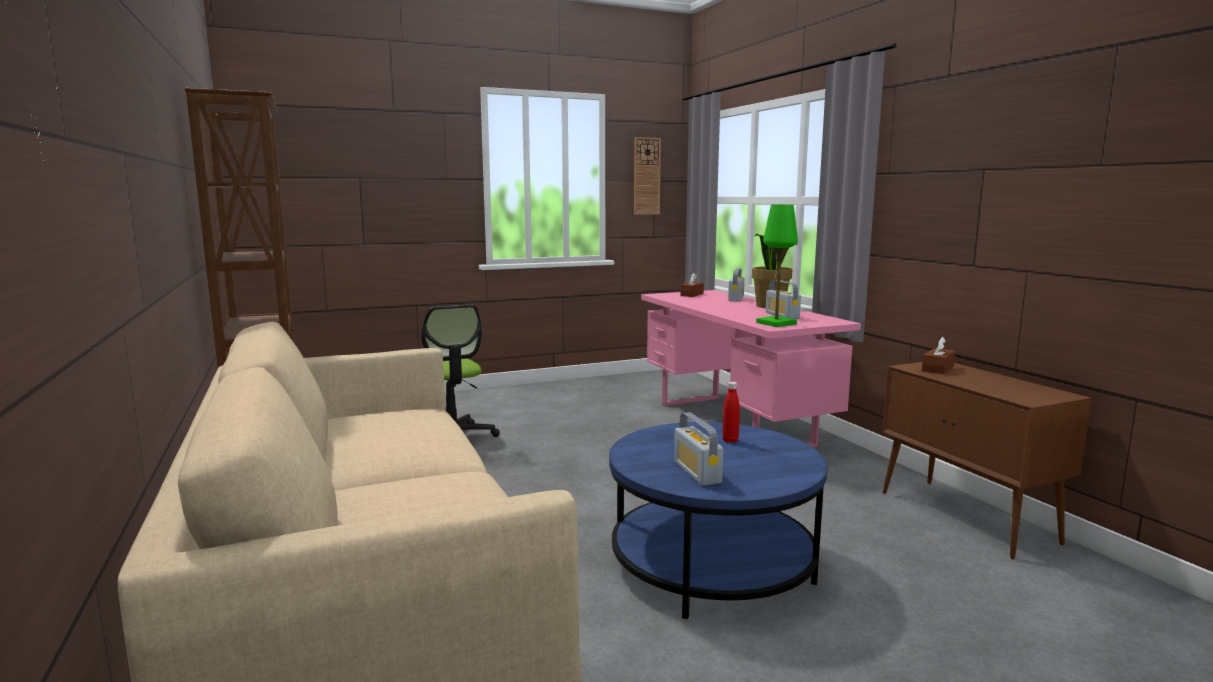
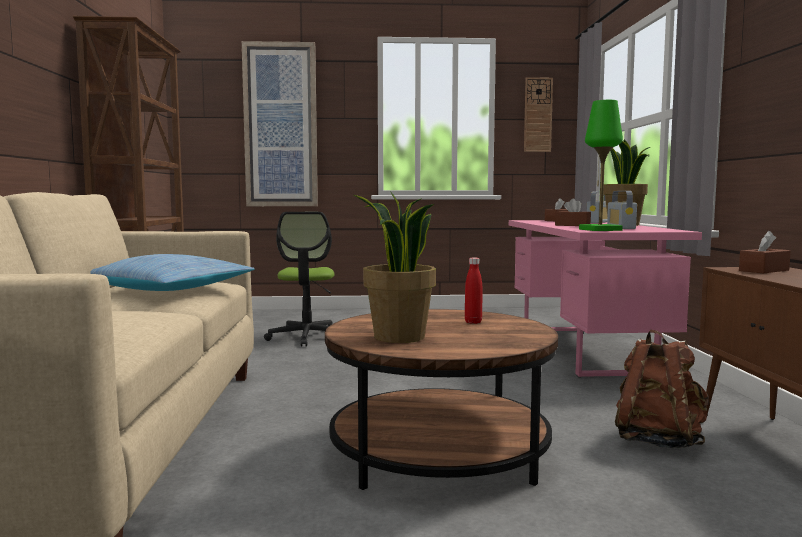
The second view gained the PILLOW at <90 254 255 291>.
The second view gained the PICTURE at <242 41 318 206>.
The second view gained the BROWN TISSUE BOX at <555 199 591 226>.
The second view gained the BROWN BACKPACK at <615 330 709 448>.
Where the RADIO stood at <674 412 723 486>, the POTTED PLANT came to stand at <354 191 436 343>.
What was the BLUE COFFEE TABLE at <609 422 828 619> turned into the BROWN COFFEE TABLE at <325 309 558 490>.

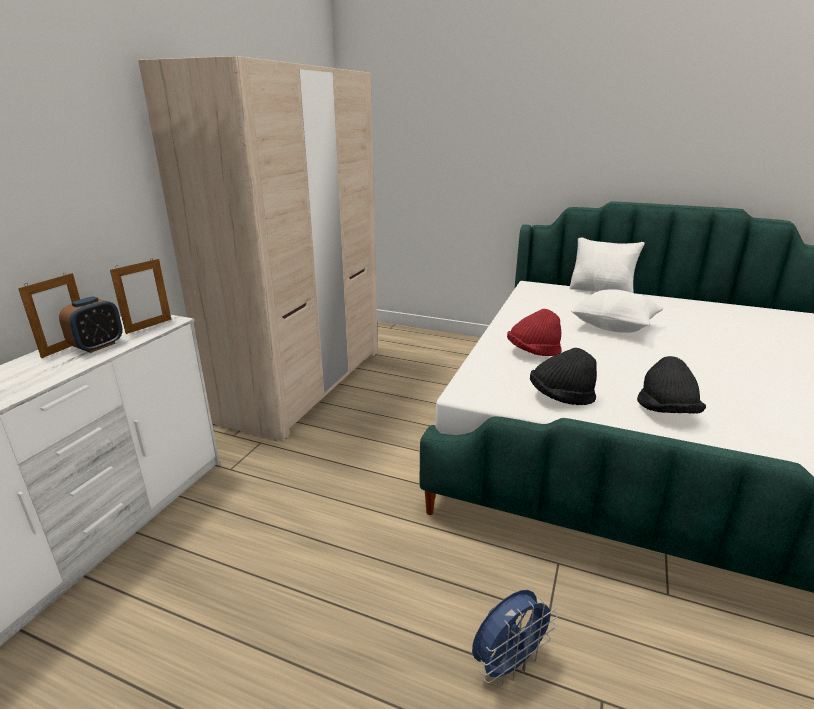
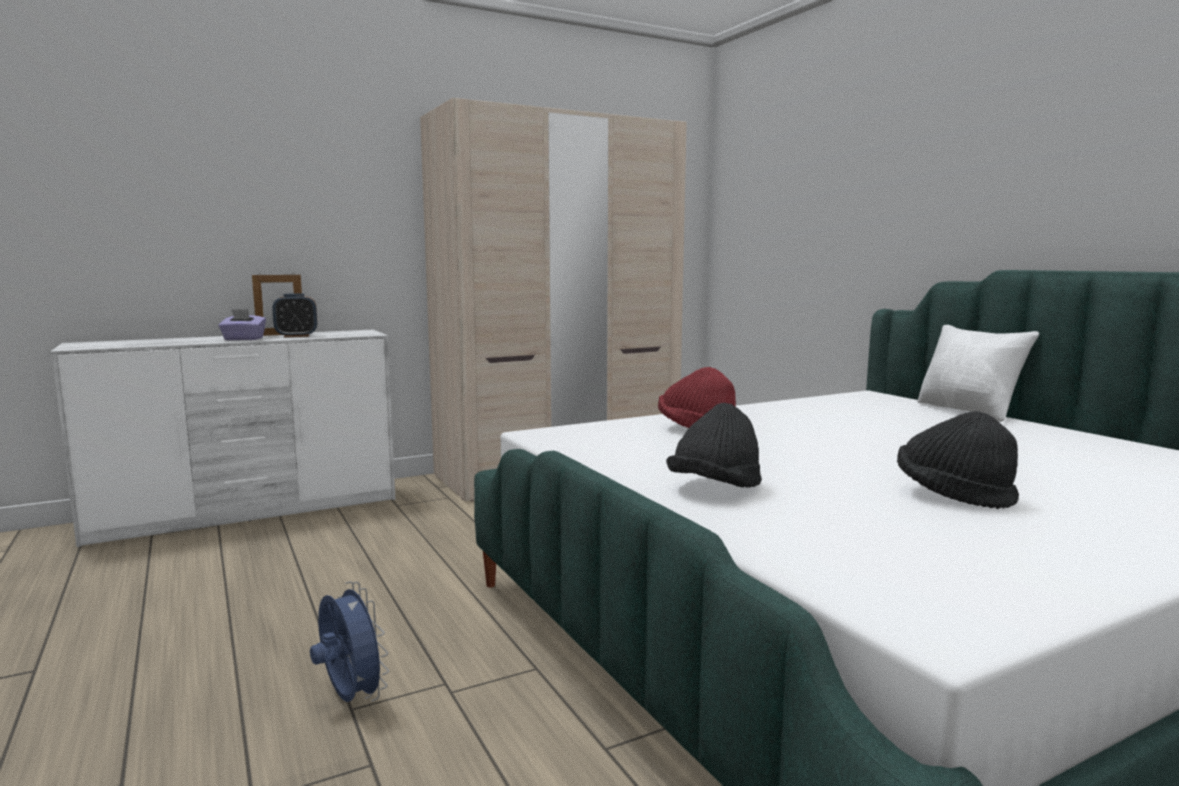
The second view lost the PICTURE FRAME at <110 258 171 334>.
The second view lost the WHITE PILLOW at <571 289 663 333>.
The second view gained the PURPLE TISSUE BOX at <219 309 266 340>.
The BLACK HAT ended up elsewhere, having gone from <530 348 597 405> to <897 411 1019 509>.
The BLUE FAN at <472 590 558 685> ended up facing another way, 135 degrees counterclockwise from before.

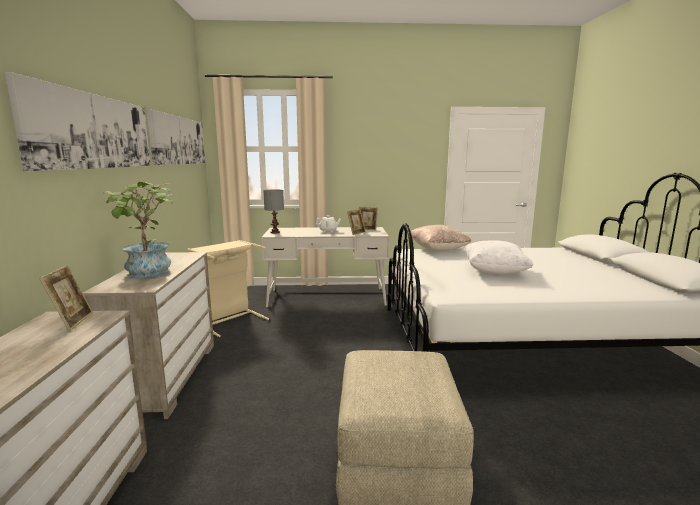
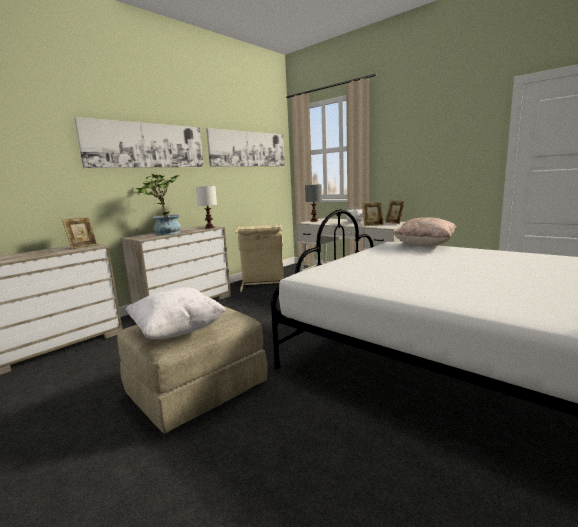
The second view gained the WHITE TABLE LAMP at <196 186 217 229>.
The WHITE PILLOW ended up elsewhere, having gone from <465 241 533 274> to <126 287 226 339>.

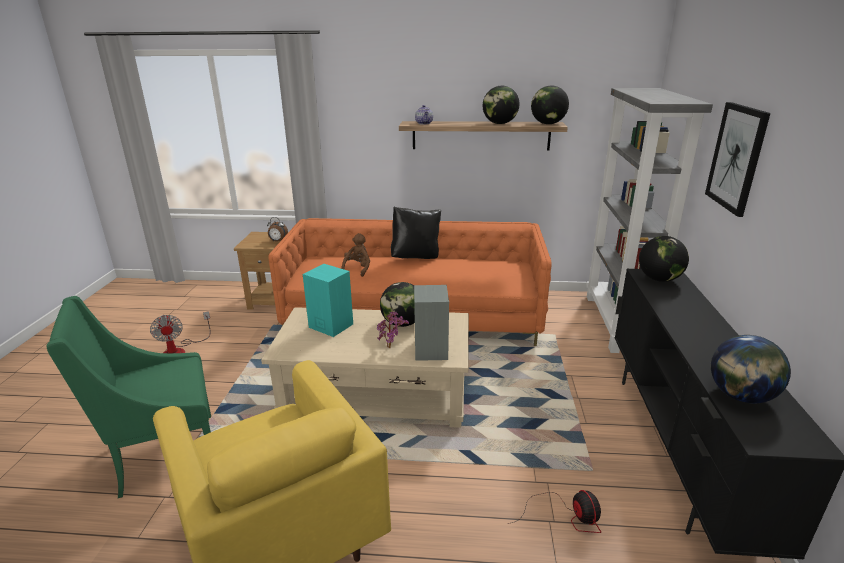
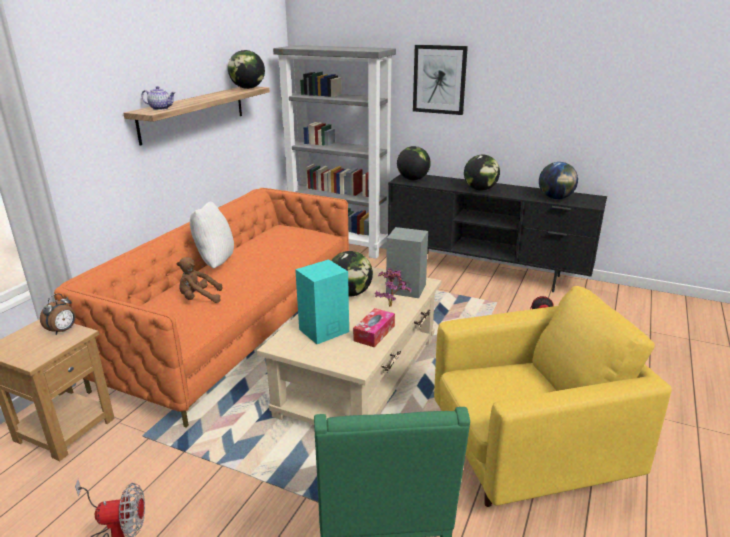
The second view gained the TISSUE BOX at <353 308 395 347>.
The GLOBE ended up elsewhere, having gone from <483 86 519 124> to <464 155 500 191>.
What was the BLACK PILLOW at <391 207 441 259> turned into the WHITE PILLOW at <190 202 234 268>.
The BROWN PLUSH TOY at <341 233 370 277> ended up facing another way, 45 degrees counterclockwise from before.

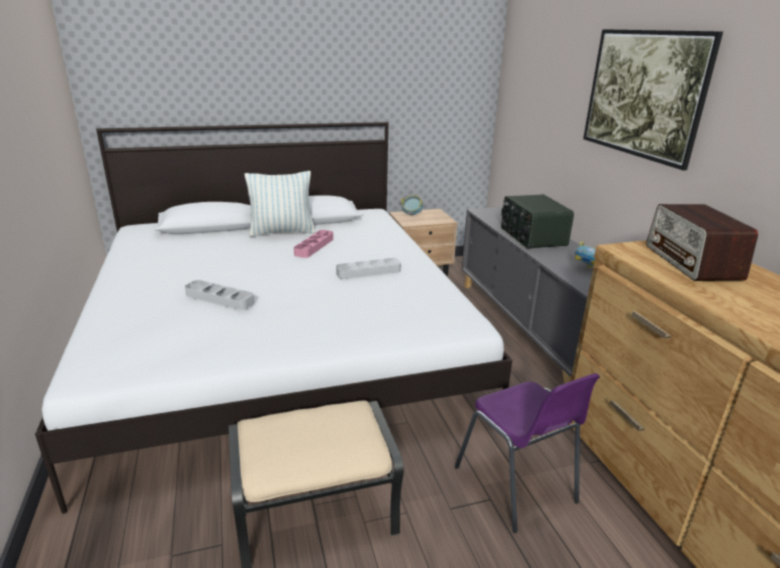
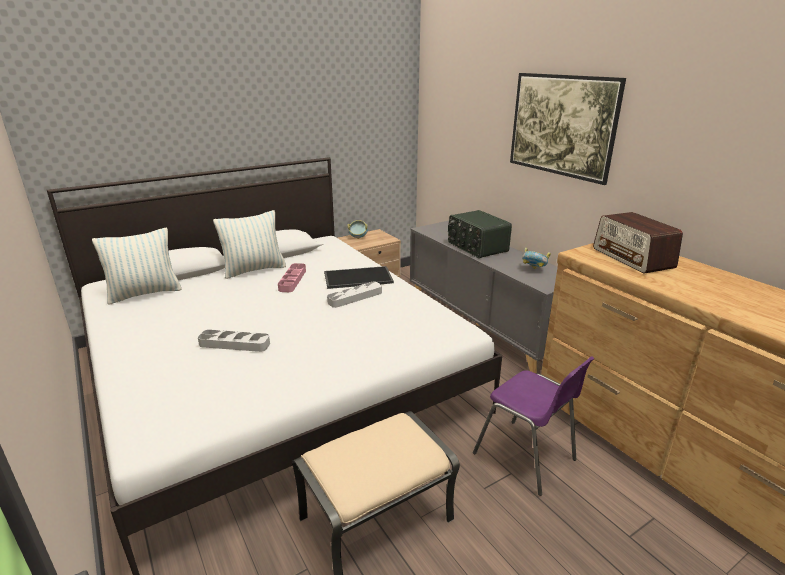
The second view gained the PILLOW at <92 228 182 305>.
The second view gained the TRAY at <324 266 394 289>.

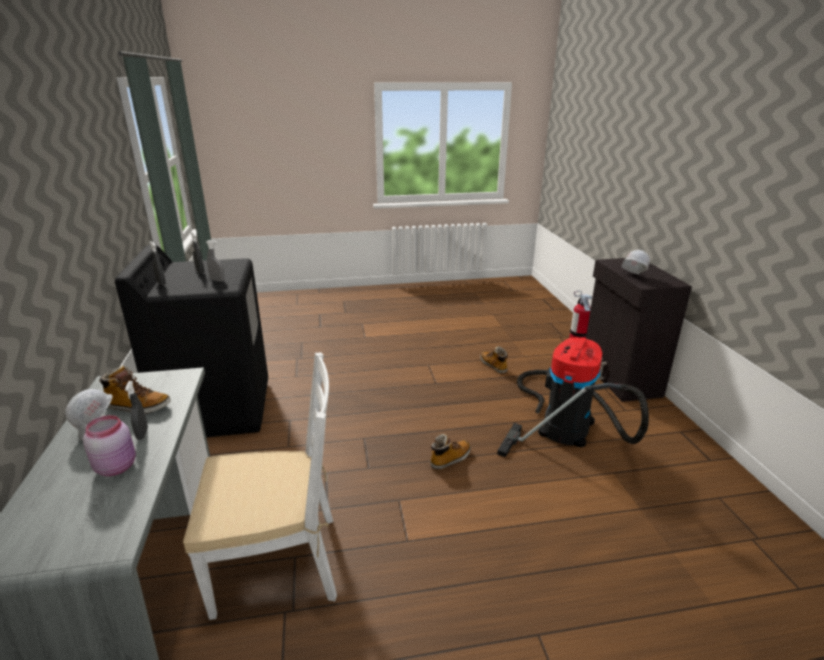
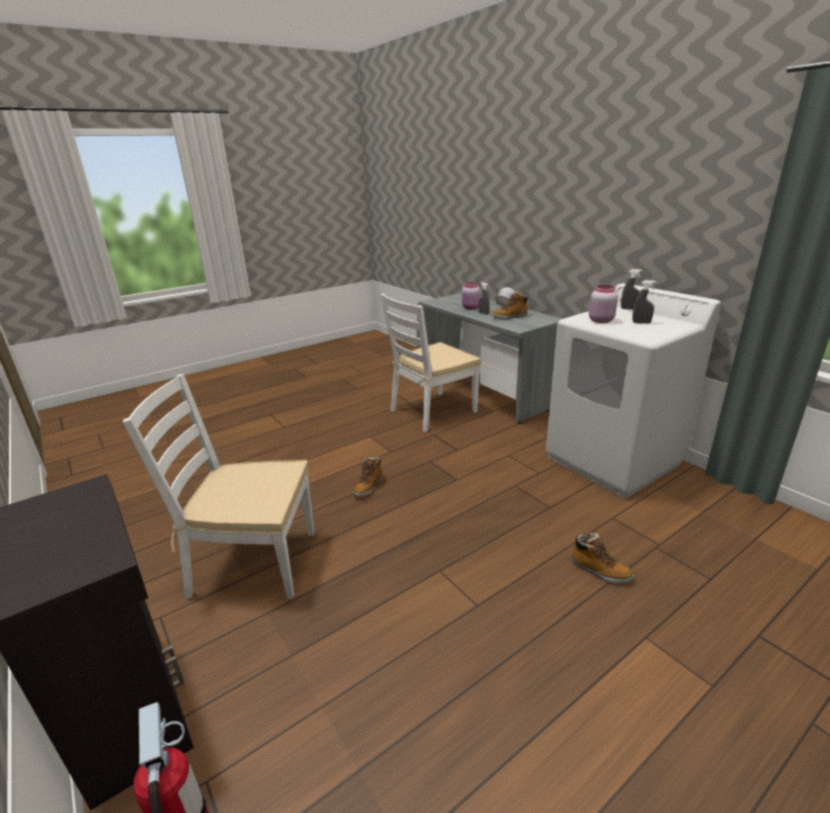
The second view lost the WHITE HARD HAT at <622 250 650 274>.
The BOOT ended up elsewhere, having gone from <480 346 508 374> to <571 533 634 583>.
Where the GREY SPRAY BOTTLE stood at <206 240 225 282>, the PINK JAR came to stand at <589 285 618 323>.
Where the VACUUM CLEANER stood at <497 337 649 457>, the WHITE CHAIR came to stand at <123 374 314 599>.
What was the BLACK WASHING MACHINE at <115 245 268 437> turned into the WHITE WASHING MACHINE at <546 283 721 498>.

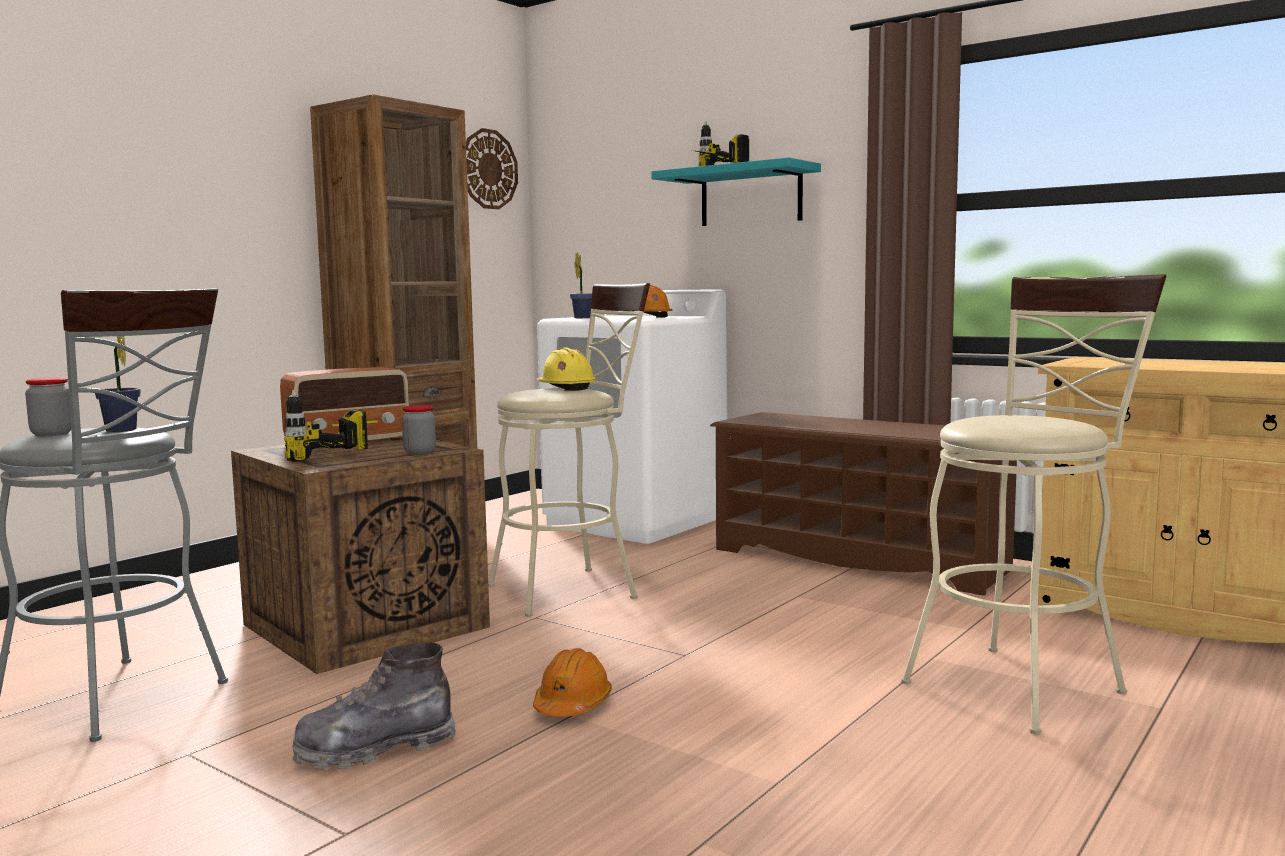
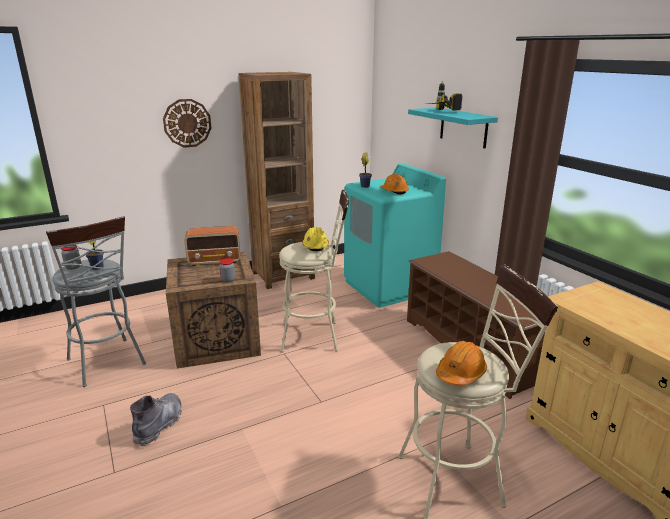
The second view lost the POWER DRILL at <284 390 368 462>.
The WALL CLOCK ended up elsewhere, having gone from <466 128 518 209> to <163 99 211 148>.
The ORANGE HARD HAT ended up elsewhere, having gone from <533 648 612 716> to <436 341 487 386>.
What was the WHITE WASHING MACHINE at <537 289 727 544> turned into the TURQUOISE WASHING MACHINE at <344 163 446 308>.
The GREY BOOT at <292 642 456 770> ended up facing another way, 105 degrees clockwise from before.

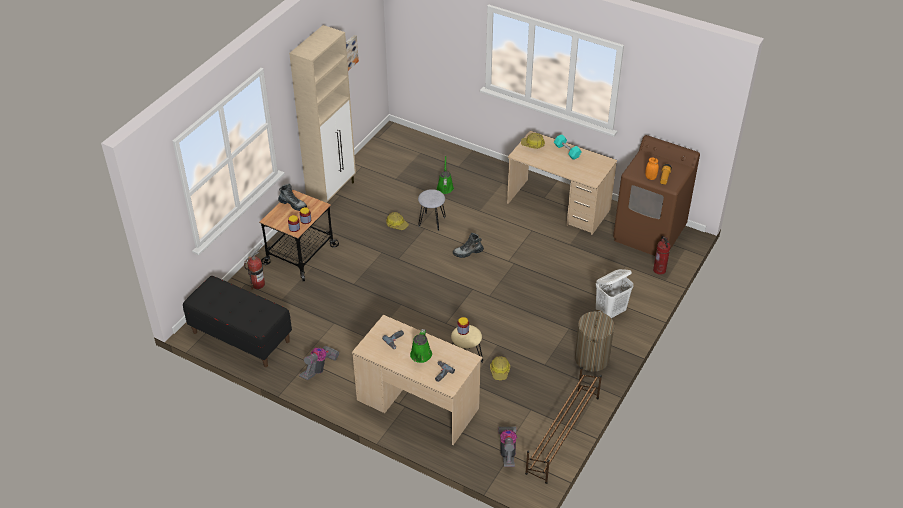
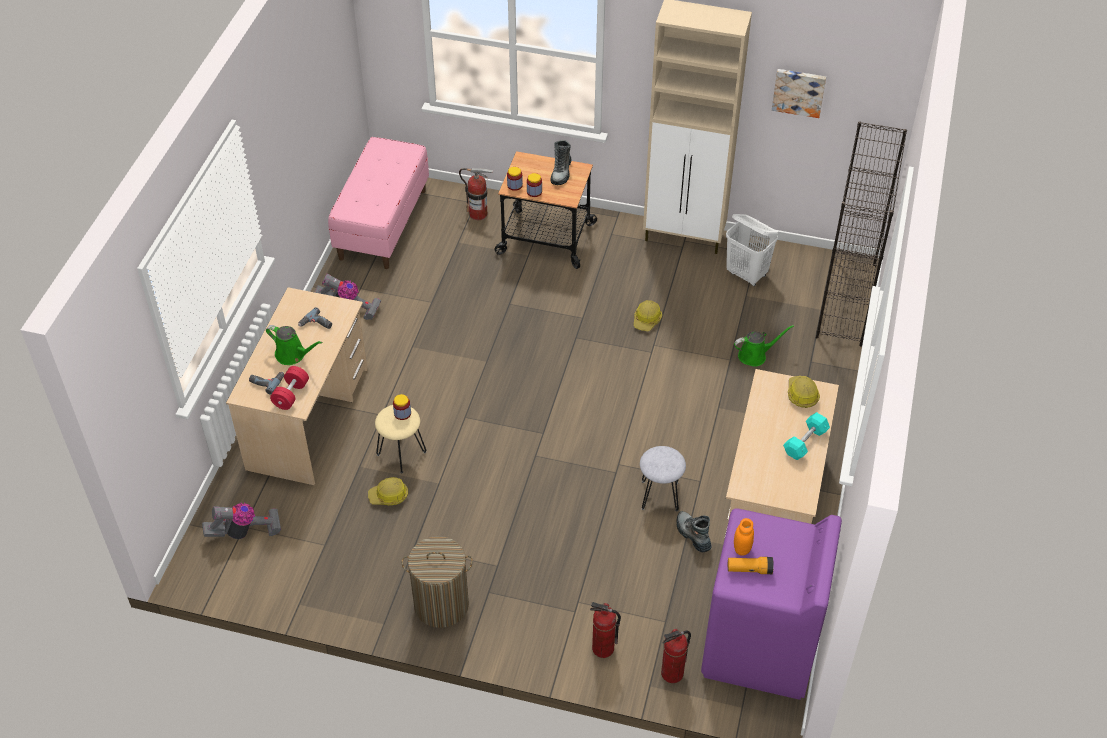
The second view lost the BROWN SHOE RACK at <525 367 602 484>.
The second view gained the RED DUMBBELL at <270 366 309 410>.
The second view gained the FIRE EXTINGUISHER at <590 602 621 658>.
The second view gained the BLACK BOOKCASE at <816 121 907 347>.
The GREY STOOL ended up elsewhere, having gone from <418 189 446 231> to <640 446 686 511>.
The BOOT ended up elsewhere, having gone from <453 233 484 258> to <676 511 712 552>.
The WHITE LAUNDRY BASKET ended up elsewhere, having gone from <596 269 633 318> to <726 214 778 286>.
What was the BLACK BENCH at <183 276 292 367> turned into the PINK BENCH at <328 137 429 269>.
What was the BROWN WASHING MACHINE at <613 135 700 256> turned into the PURPLE WASHING MACHINE at <701 508 842 700>.
The GREEN WATERING CAN at <410 329 432 363> ended up facing another way, 150 degrees counterclockwise from before.

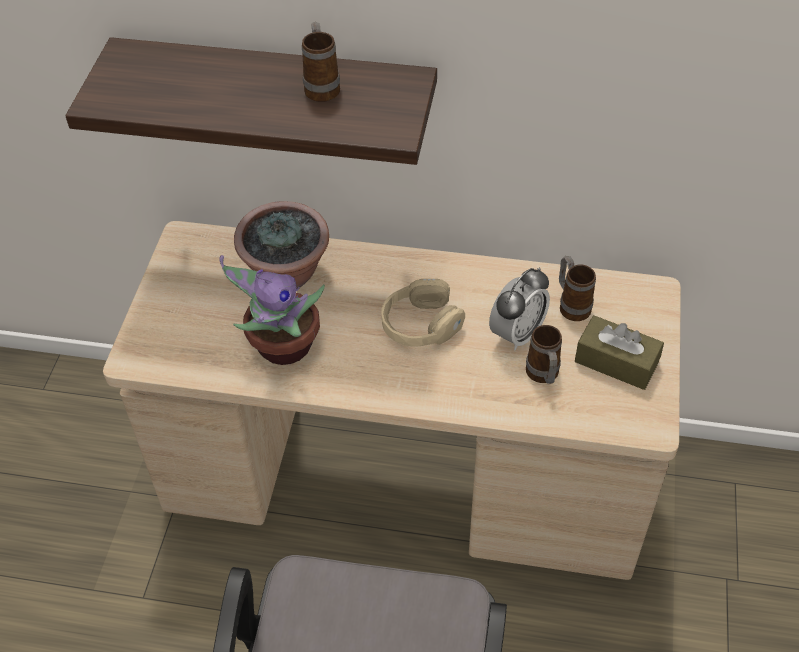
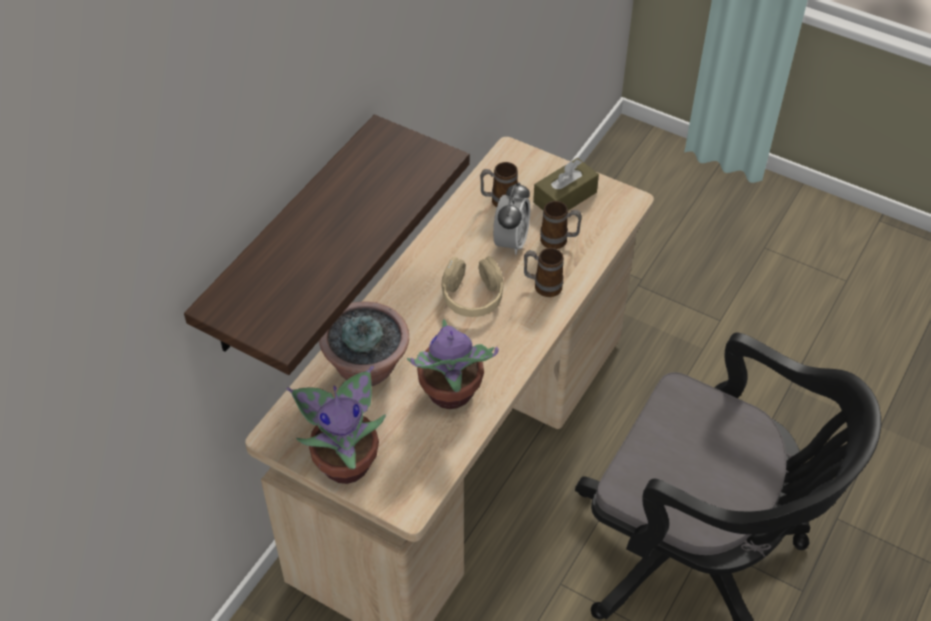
The second view gained the POTTED PLANT at <286 366 386 484>.
The MUG ended up elsewhere, having gone from <302 22 340 102> to <524 248 564 297>.
The ALARM CLOCK at <489 268 550 351> ended up facing another way, 45 degrees clockwise from before.

